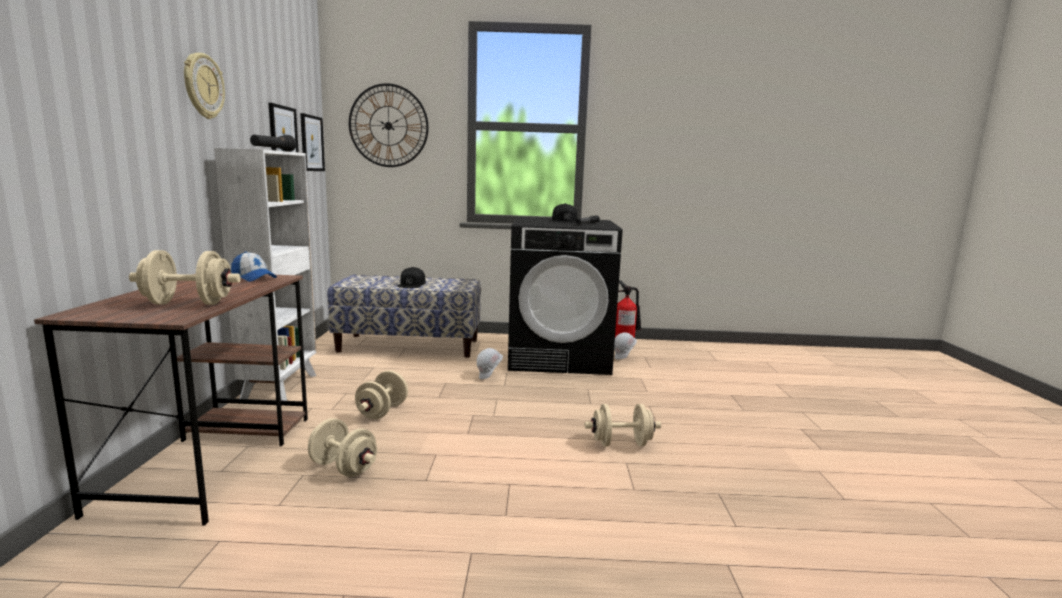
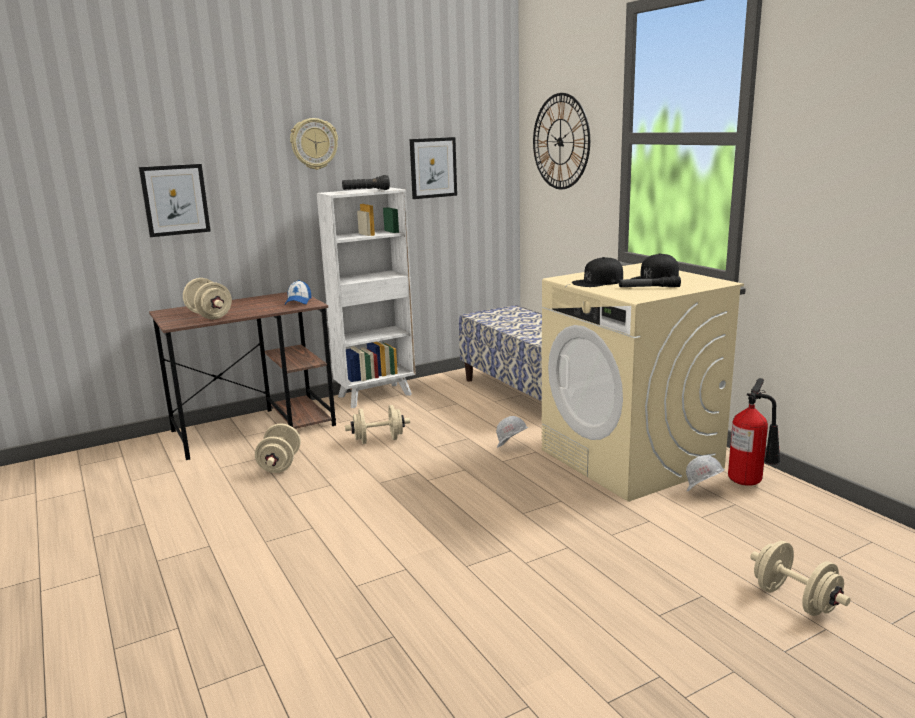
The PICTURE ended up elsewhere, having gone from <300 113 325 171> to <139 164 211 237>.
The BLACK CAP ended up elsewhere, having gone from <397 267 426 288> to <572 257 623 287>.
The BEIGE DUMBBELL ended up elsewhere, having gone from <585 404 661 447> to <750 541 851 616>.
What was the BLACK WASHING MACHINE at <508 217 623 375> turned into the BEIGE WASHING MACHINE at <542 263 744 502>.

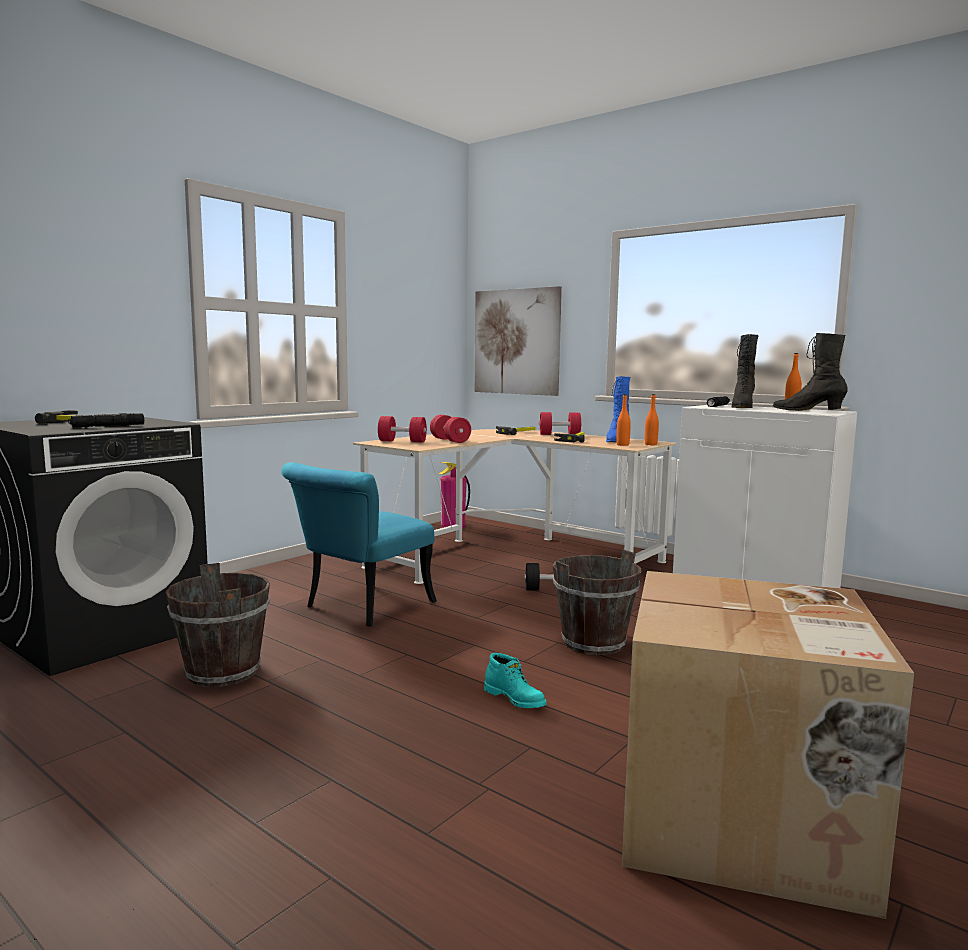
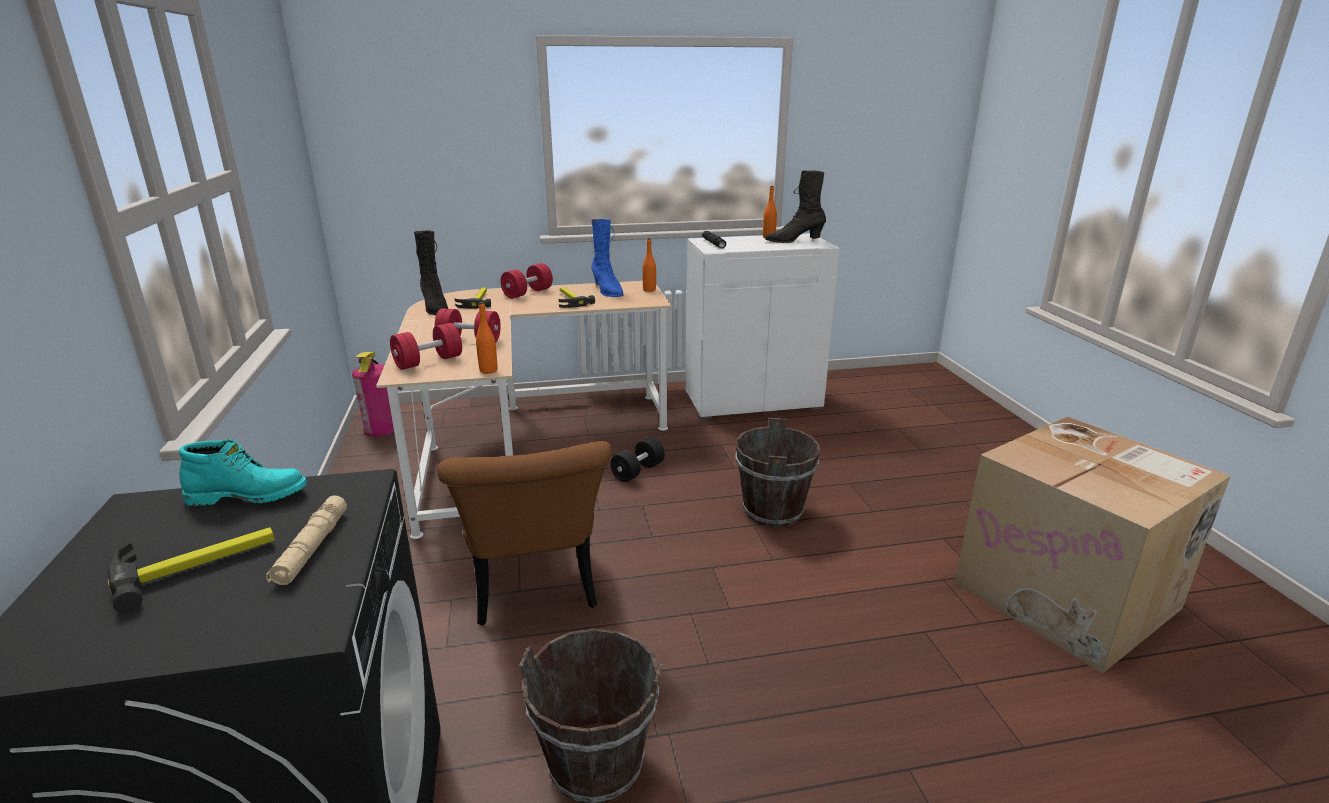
The second view lost the PICTURE at <475 286 562 396>.
The TURQUOISE BOOT ended up elsewhere, having gone from <484 653 546 708> to <179 439 307 506>.
The ORANGE BOTTLE ended up elsewhere, having gone from <617 394 631 446> to <476 302 497 374>.
The BLACK BOOT ended up elsewhere, having gone from <731 334 758 408> to <414 231 448 315>.
What was the BLACK FLASHLIGHT at <68 413 144 428> turned into the BEIGE FLASHLIGHT at <266 495 347 585>.
What was the TURQUOISE CHAIR at <281 462 437 626> turned into the BROWN CHAIR at <437 441 611 626>.

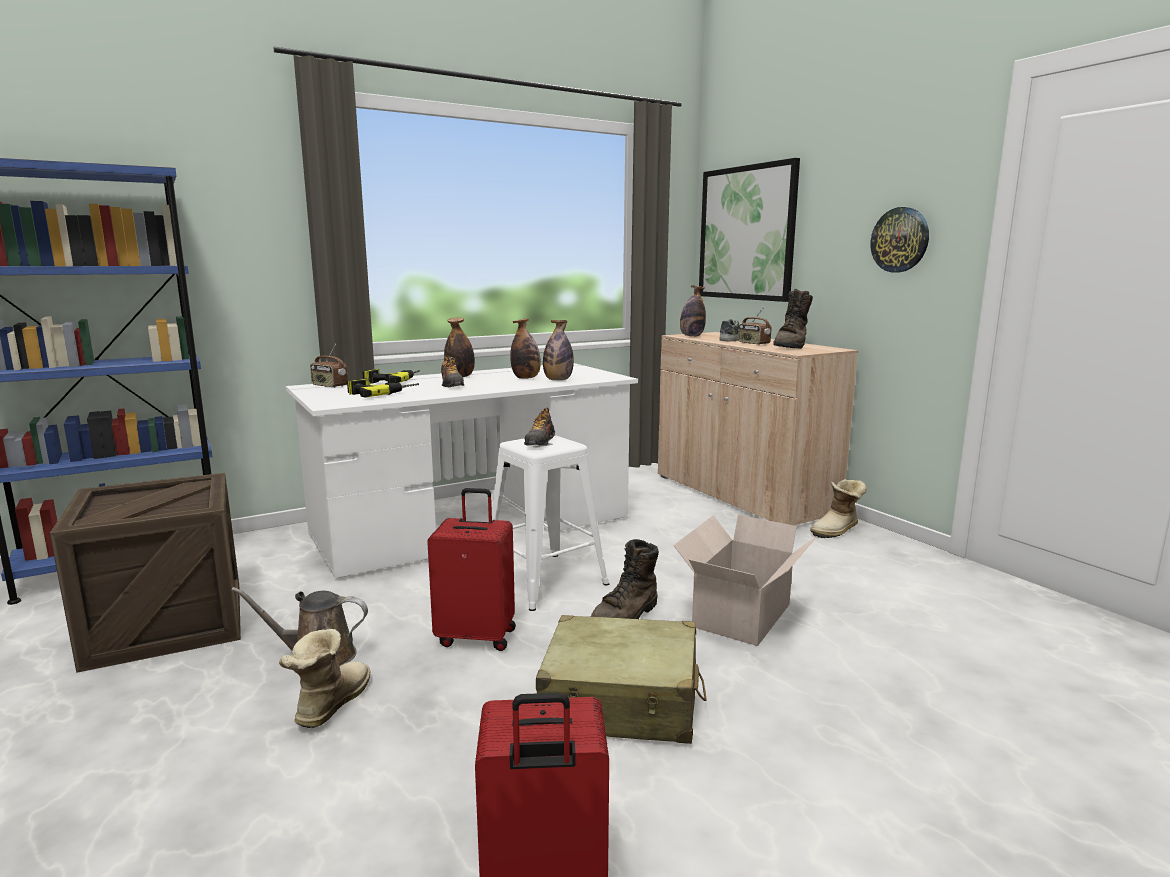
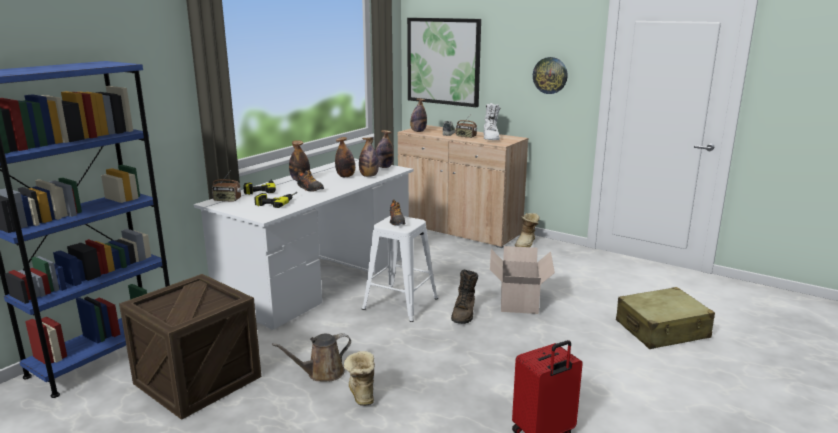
The second view lost the RED SUITCASE at <427 488 516 651>.
The second view gained the BOTTLE at <376 130 394 168>.
The BEIGE SUITCASE ended up elsewhere, having gone from <536 615 706 744> to <616 287 715 349>.
What was the BROWN BOOT at <773 289 813 349> turned into the WHITE BOOT at <483 103 500 140>.

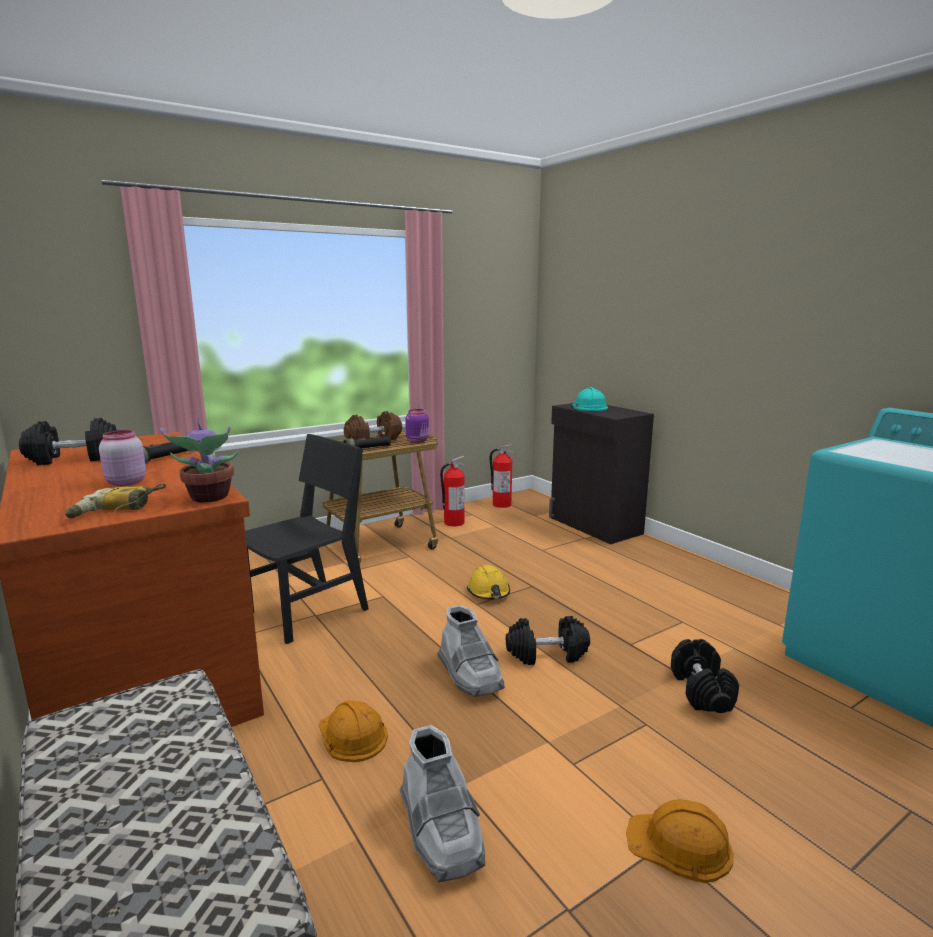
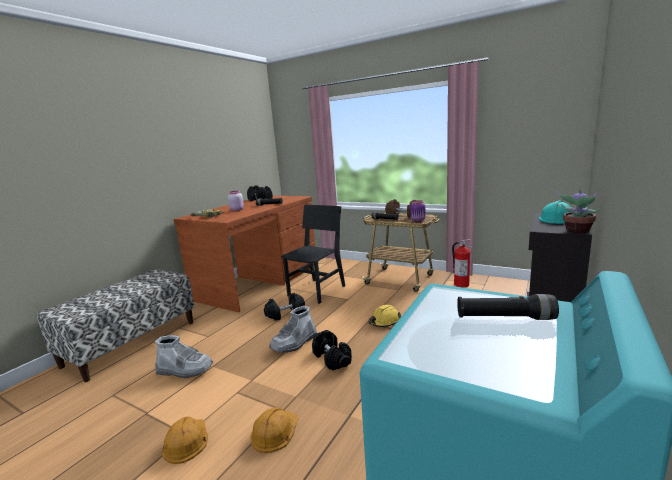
The second view lost the FIRE EXTINGUISHER at <490 444 515 508>.
The second view gained the BLACK FLASHLIGHT at <457 294 559 320>.
The POTTED PLANT ended up elsewhere, having gone from <160 418 239 503> to <557 187 601 233>.
The ORANGE HARD HAT ended up elsewhere, having gone from <318 700 388 762> to <251 407 299 453>.
The BLACK DUMBBELL ended up elsewhere, having gone from <671 639 739 713> to <264 293 305 321>.
The BLACK CHAIR at <245 434 369 644> ended up facing another way, 75 degrees counterclockwise from before.
The GREY BOOT at <400 725 485 882> ended up facing another way, 120 degrees counterclockwise from before.

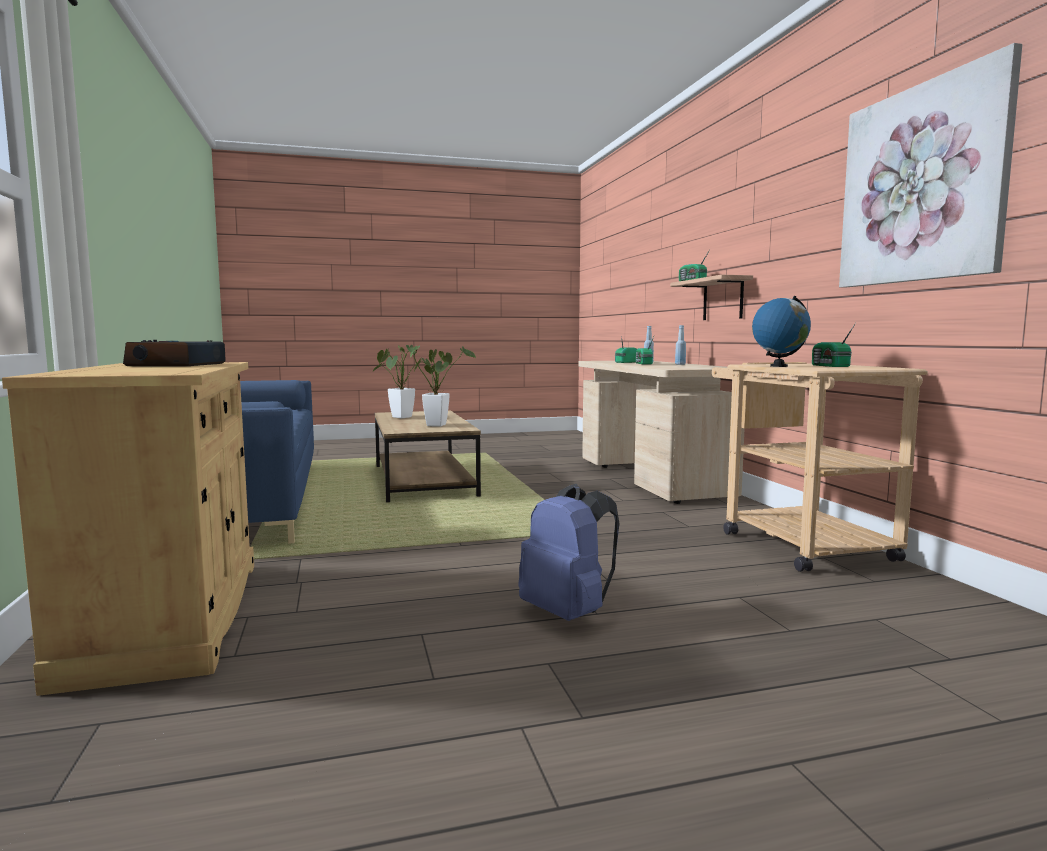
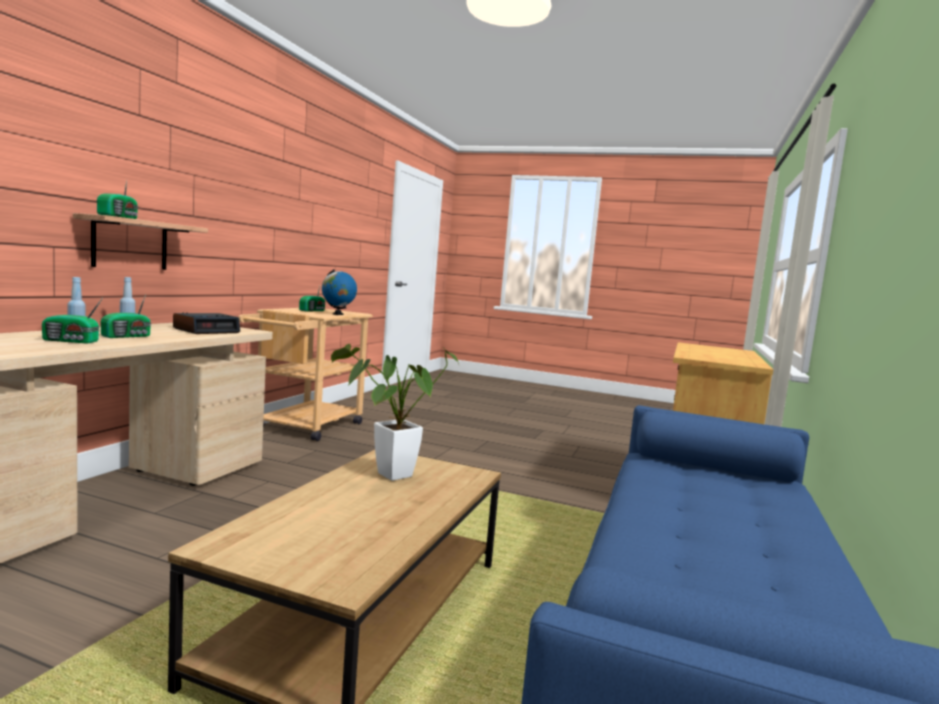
The second view lost the POTTED PLANT at <373 345 431 418>.
The second view lost the BLUE BACKPACK at <518 484 620 621>.
The second view lost the PICTURE at <839 43 1022 288>.
The ALARM CLOCK ended up elsewhere, having gone from <123 340 226 366> to <173 313 240 334>.

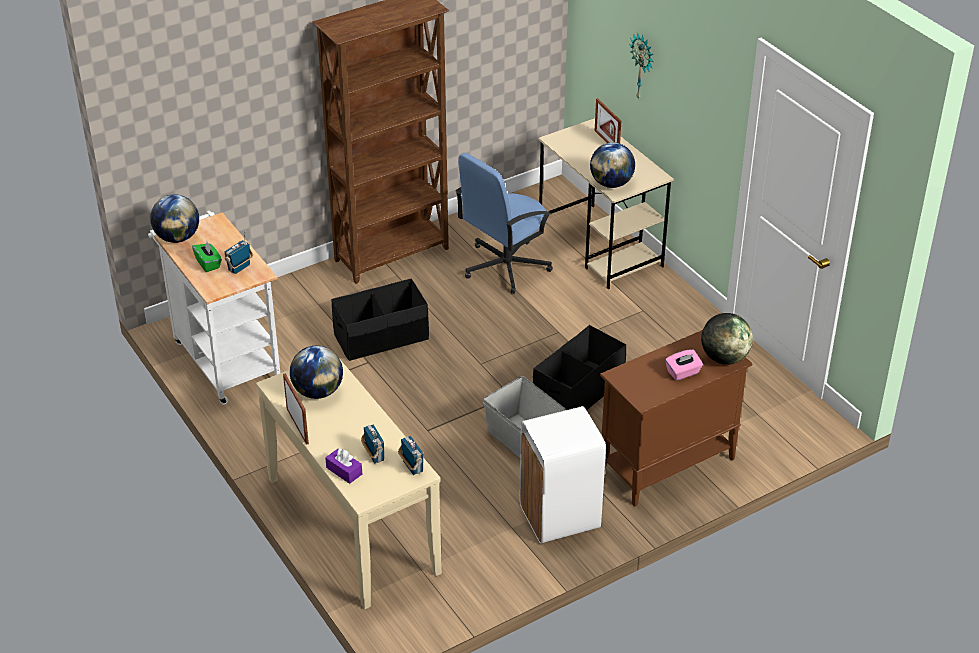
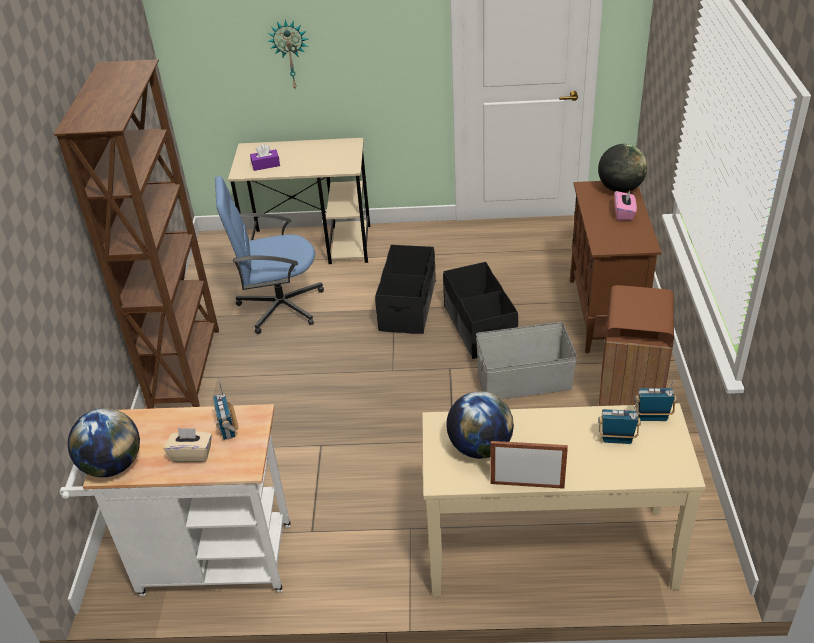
The second view lost the GLOBE at <590 142 635 188>.
The second view lost the PICTURE FRAME at <595 98 621 143>.
The PURPLE TISSUE BOX ended up elsewhere, having gone from <325 448 362 484> to <250 144 280 171>.
The BLACK STORAGE BOX ended up elsewhere, having gone from <331 278 429 361> to <375 245 436 334>.
What was the GREEN TISSUE BOX at <192 242 222 272> turned into the BEIGE TISSUE BOX at <164 428 212 462>.
What was the WHITE TRASH CAN at <520 406 606 544> turned into the BROWN TRASH CAN at <599 285 674 406>.
The BLUE OFFICE CHAIR at <455 153 553 293> ended up facing another way, 90 degrees clockwise from before.

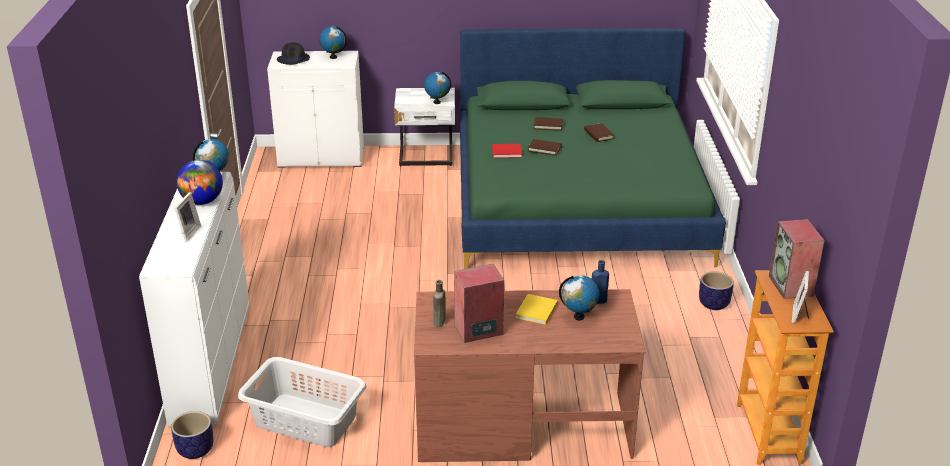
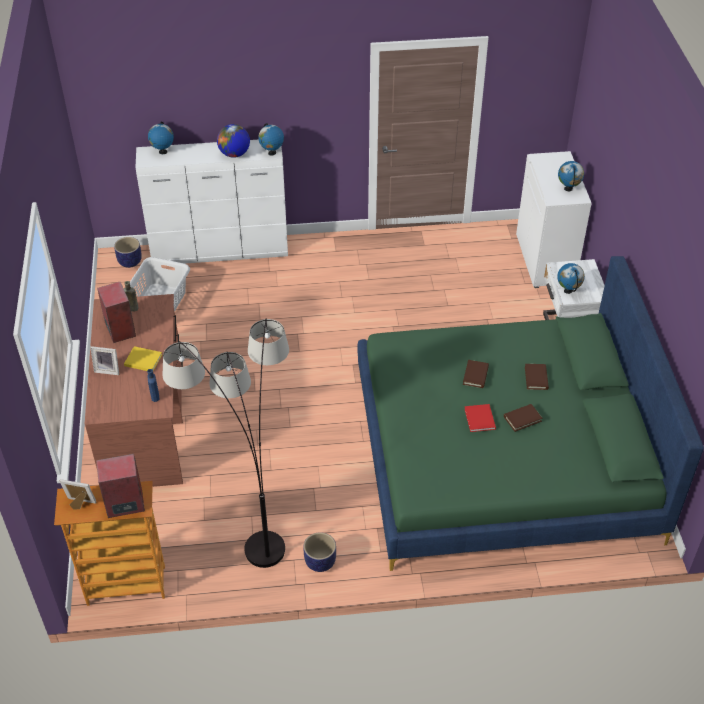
The second view lost the BLACK HAT at <277 42 310 65>.
The second view gained the FLOOR LAMP at <163 318 289 568>.
The PICTURE FRAME ended up elsewhere, having gone from <174 192 201 242> to <90 346 119 375>.
The RED BOOK ended up elsewhere, having gone from <492 144 522 158> to <465 404 496 432>.
The GLOBE ended up elsewhere, having gone from <559 275 599 321> to <148 121 174 154>.

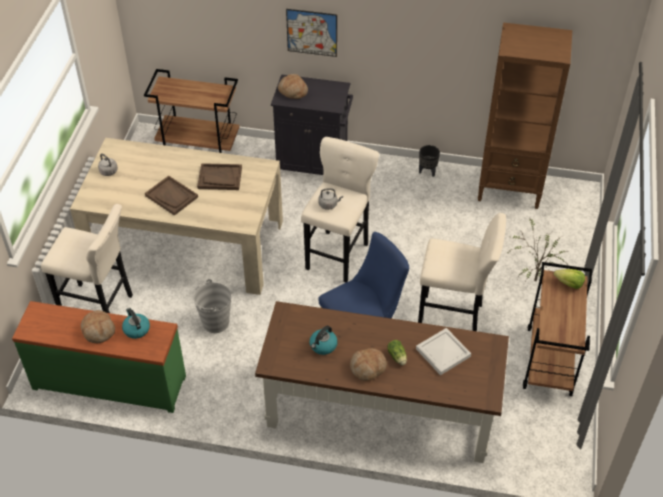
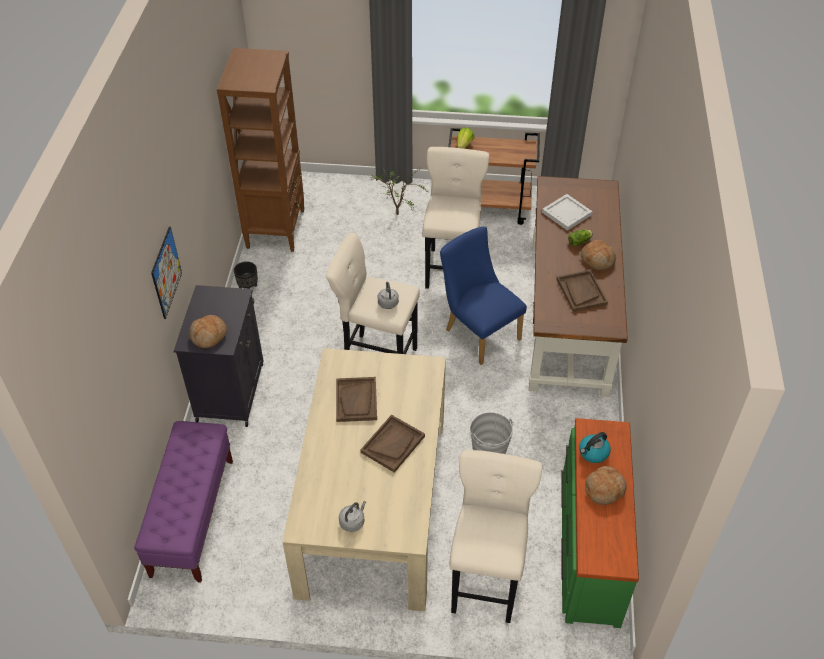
Where the BROWN CART stood at <144 69 239 153>, the PURPLE BENCH came to stand at <134 421 233 583>.
Where the KETTLE stood at <310 326 338 355>, the BROWN TRAY came to stand at <557 270 608 312>.

